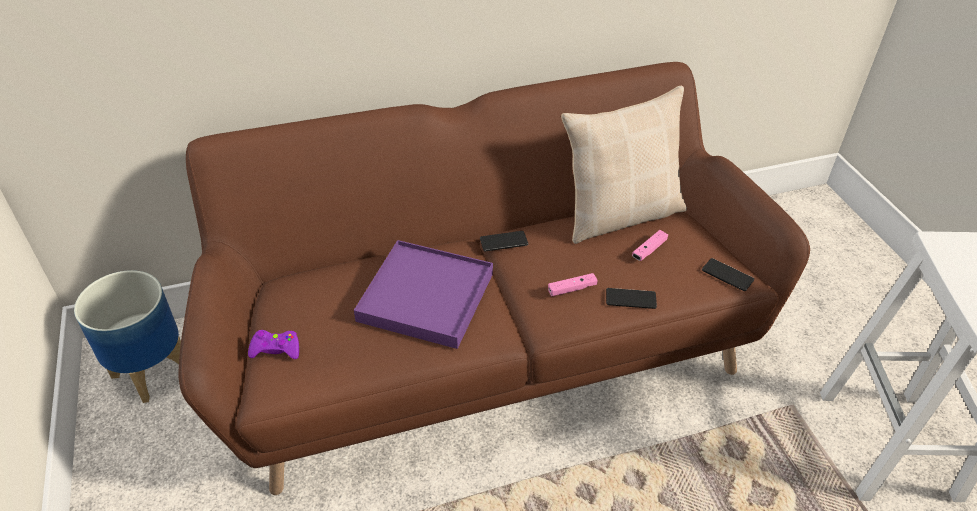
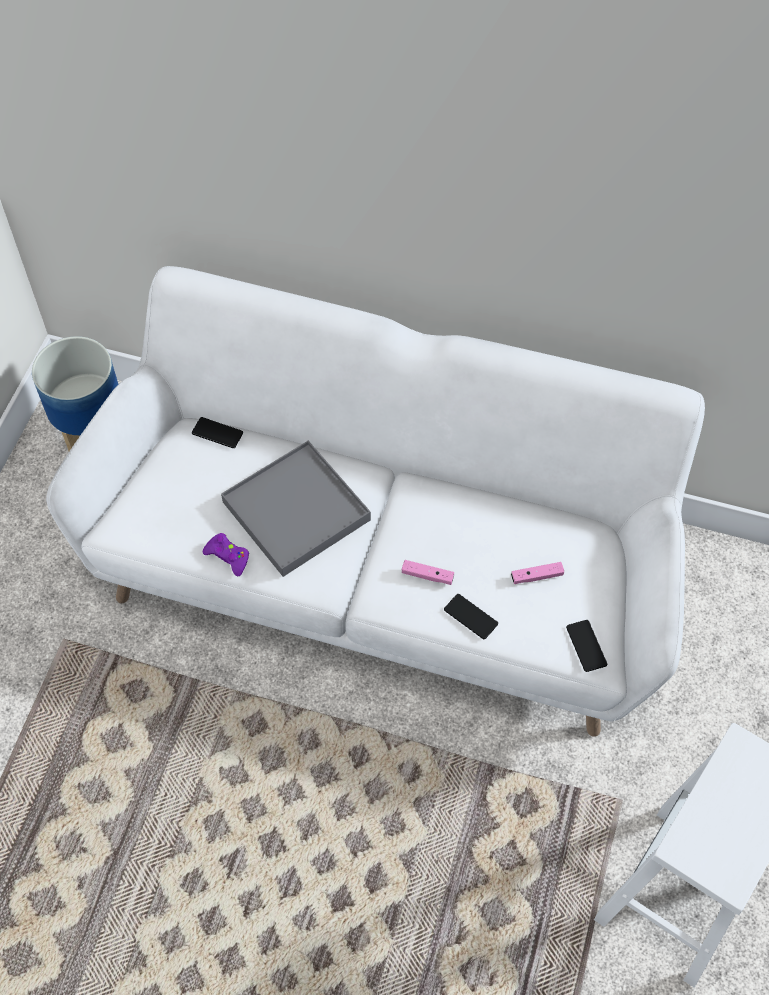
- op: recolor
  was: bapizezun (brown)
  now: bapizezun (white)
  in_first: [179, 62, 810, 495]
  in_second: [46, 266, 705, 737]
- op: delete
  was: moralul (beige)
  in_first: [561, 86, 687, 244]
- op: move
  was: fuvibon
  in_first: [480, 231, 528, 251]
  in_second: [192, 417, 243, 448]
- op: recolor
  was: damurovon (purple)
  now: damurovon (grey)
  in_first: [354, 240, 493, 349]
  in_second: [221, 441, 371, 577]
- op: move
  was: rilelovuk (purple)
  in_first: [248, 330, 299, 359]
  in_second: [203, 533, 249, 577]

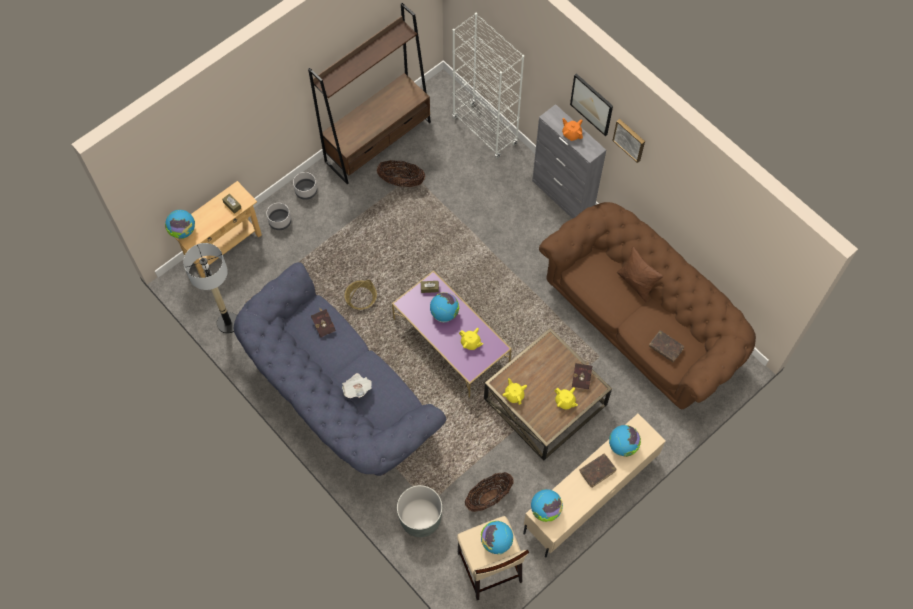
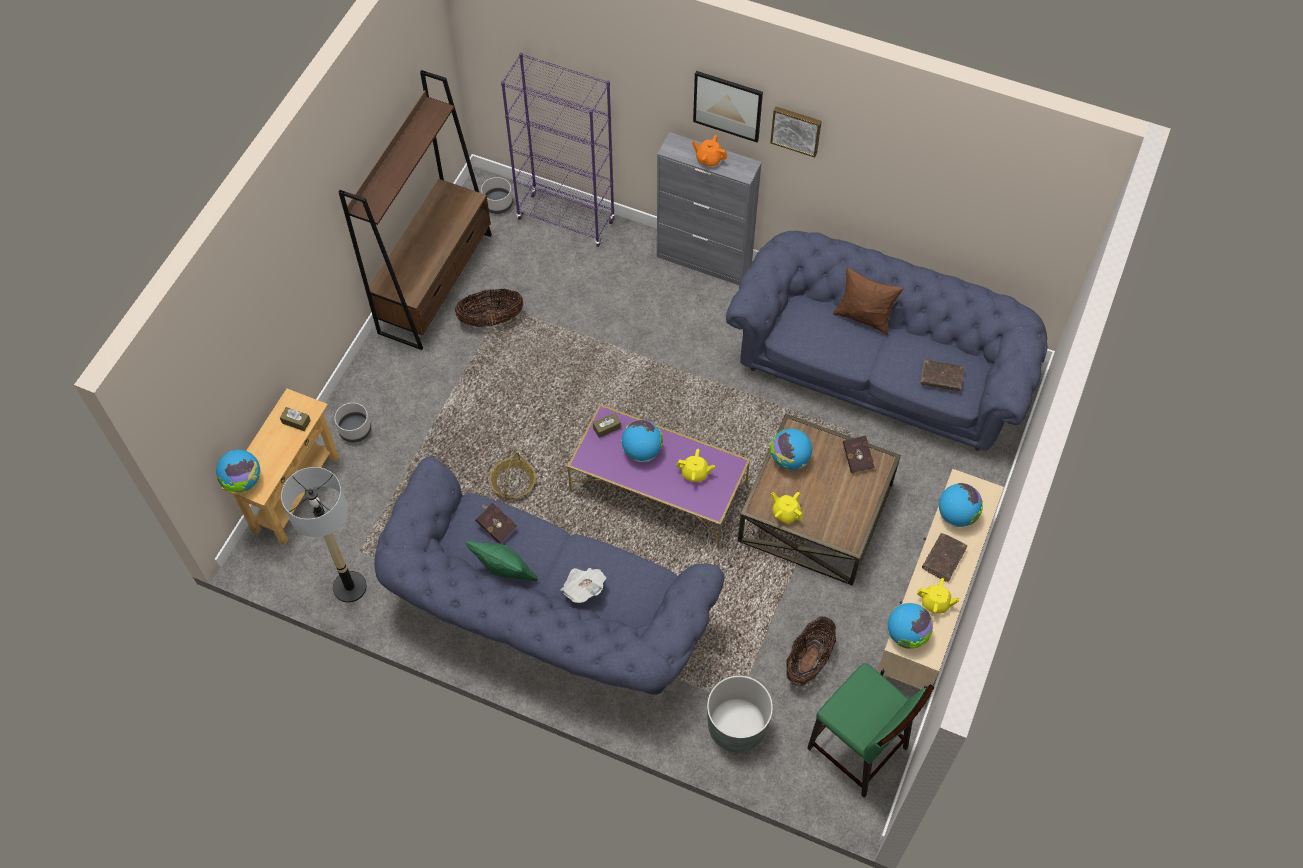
- op: recolor
  was: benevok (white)
  now: benevok (purple)
  in_first: [452, 13, 524, 159]
  in_second: [501, 53, 615, 247]
- op: move
  was: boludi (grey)
  in_first: [293, 172, 317, 200]
  in_second: [481, 177, 513, 214]
- op: recolor
  was: bapizezun (brown)
  now: bapizezun (blue)
  in_first: [539, 202, 756, 409]
  in_second: [726, 231, 1047, 451]
- op: move
  was: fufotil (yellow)
  in_first: [554, 387, 578, 410]
  in_second: [917, 578, 960, 614]
- op: recolor
  was: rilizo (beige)
  now: rilizo (green)
  in_first: [457, 516, 529, 600]
  in_second: [807, 663, 934, 798]
- op: move
  was: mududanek
  in_first: [481, 521, 513, 555]
  in_second: [770, 429, 812, 470]
- op: insert
  now: moralul (green)
  in_second: [465, 541, 538, 581]

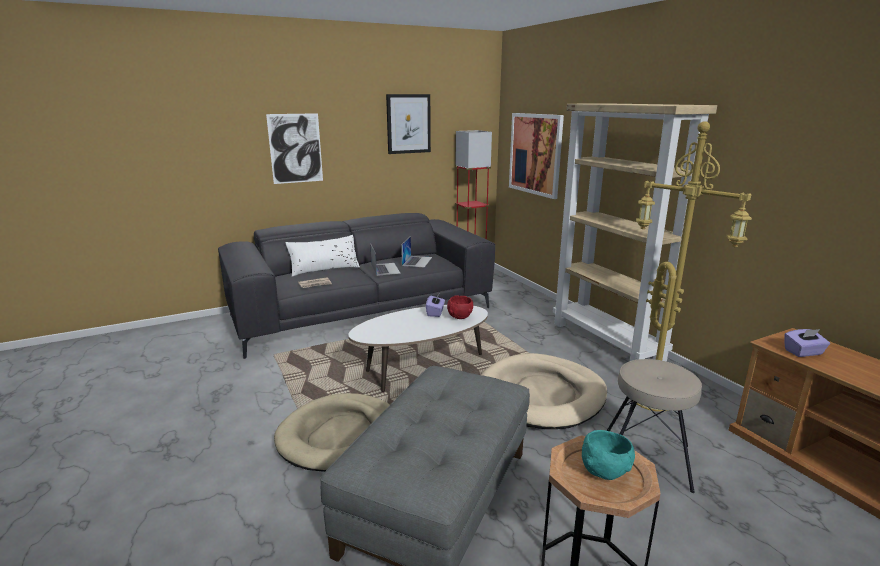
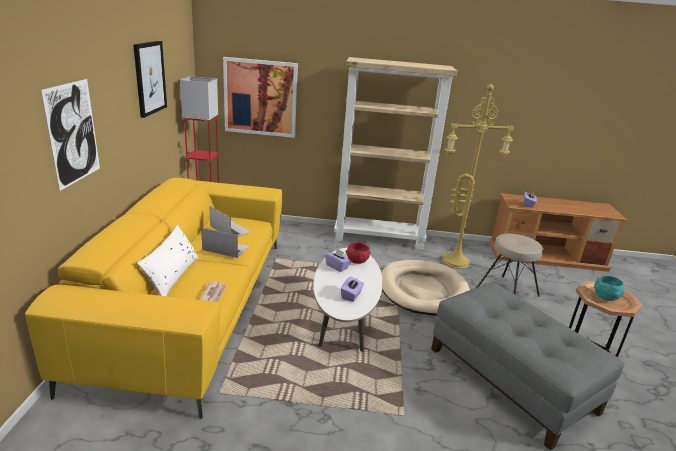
- op: recolor
  was: bapizezun (grey)
  now: bapizezun (yellow)
  in_first: [218, 213, 495, 359]
  in_second: [25, 178, 282, 419]
- op: delete
  was: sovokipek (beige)
  in_first: [274, 393, 390, 472]
- op: insert
  now: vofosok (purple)
  in_second: [341, 277, 364, 302]

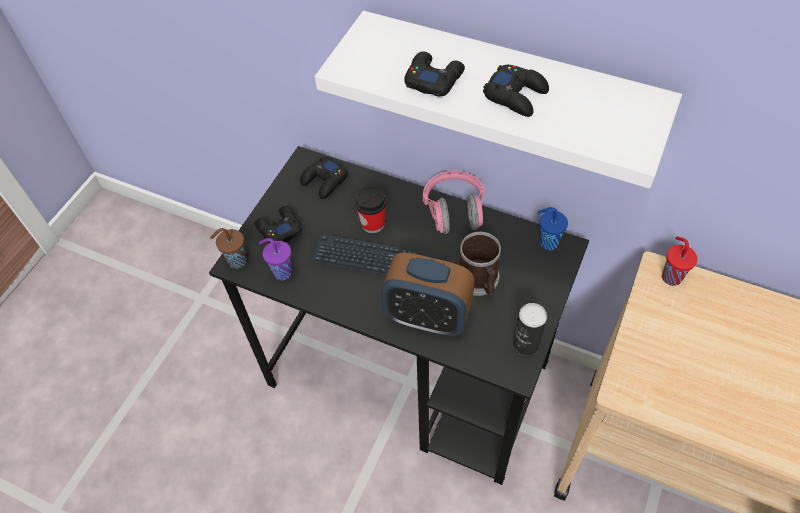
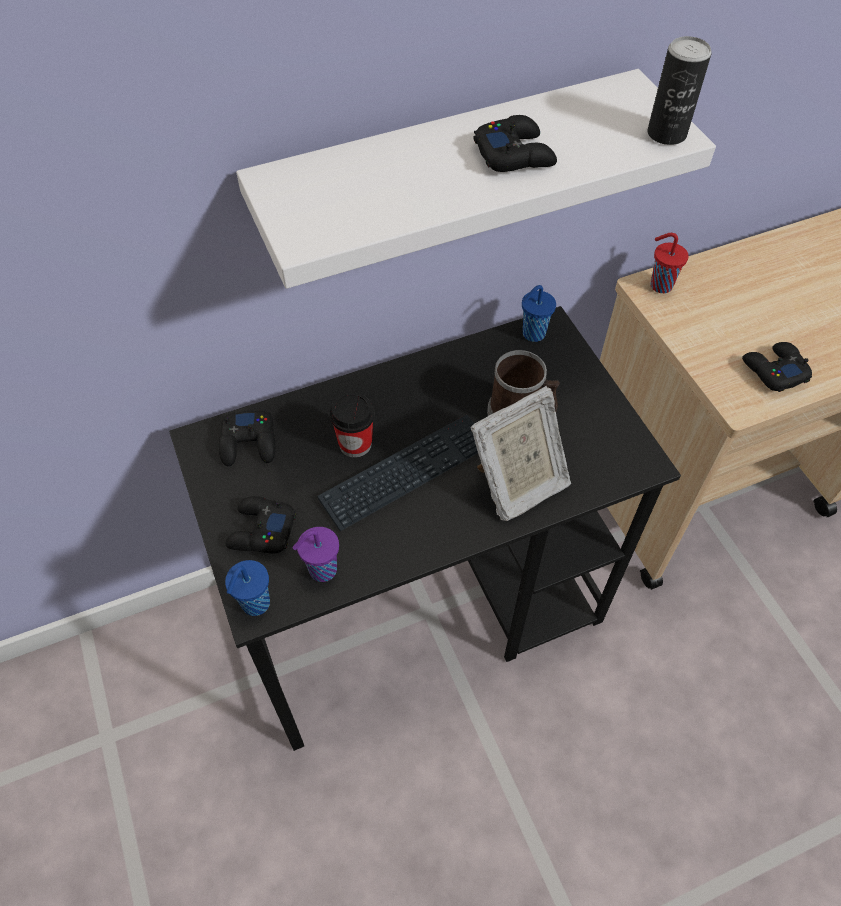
- op: move
  was: rilelovuk (black)
  in_first: [404, 52, 465, 97]
  in_second: [742, 342, 812, 392]
- op: delete
  was: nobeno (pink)
  in_first: [423, 171, 485, 234]
- op: recolor
  was: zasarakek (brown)
  now: zasarakek (blue)
  in_first: [210, 228, 247, 269]
  in_second: [225, 560, 270, 616]
- op: replace
  was: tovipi
  now: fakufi
  in_first: [381, 252, 475, 336]
  in_second: [471, 386, 571, 521]
- op: move
  was: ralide
  in_first: [513, 303, 547, 356]
  in_second: [648, 36, 712, 145]

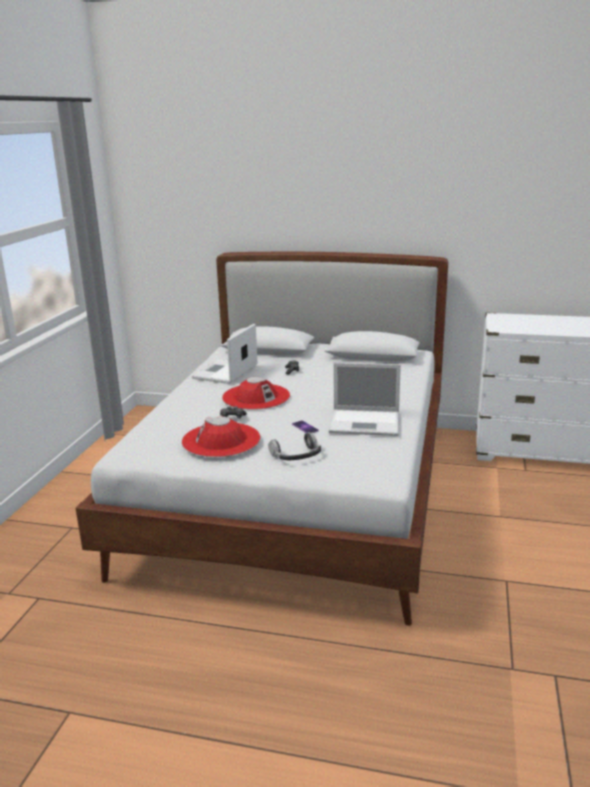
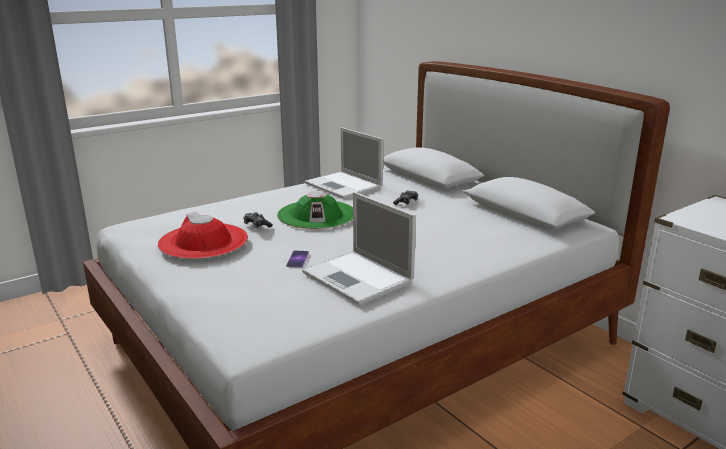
- op: rotate
  was: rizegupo
  in_first: [192, 324, 258, 384]
  in_second: [305, 127, 383, 199]
  clockwise: -105
- op: recolor
  was: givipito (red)
  now: givipito (green)
  in_first: [222, 377, 290, 410]
  in_second: [277, 191, 353, 229]
- op: delete
  was: nobeno
  in_first: [268, 432, 321, 460]

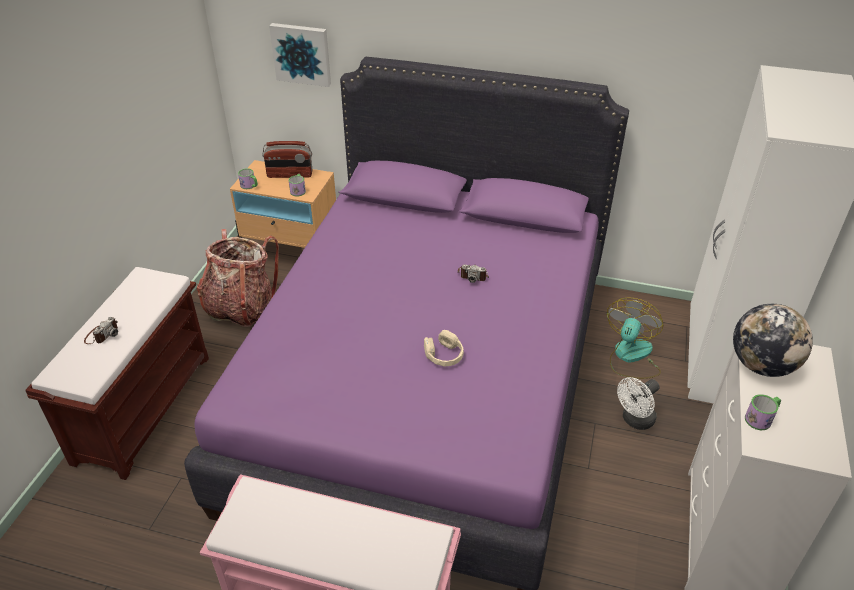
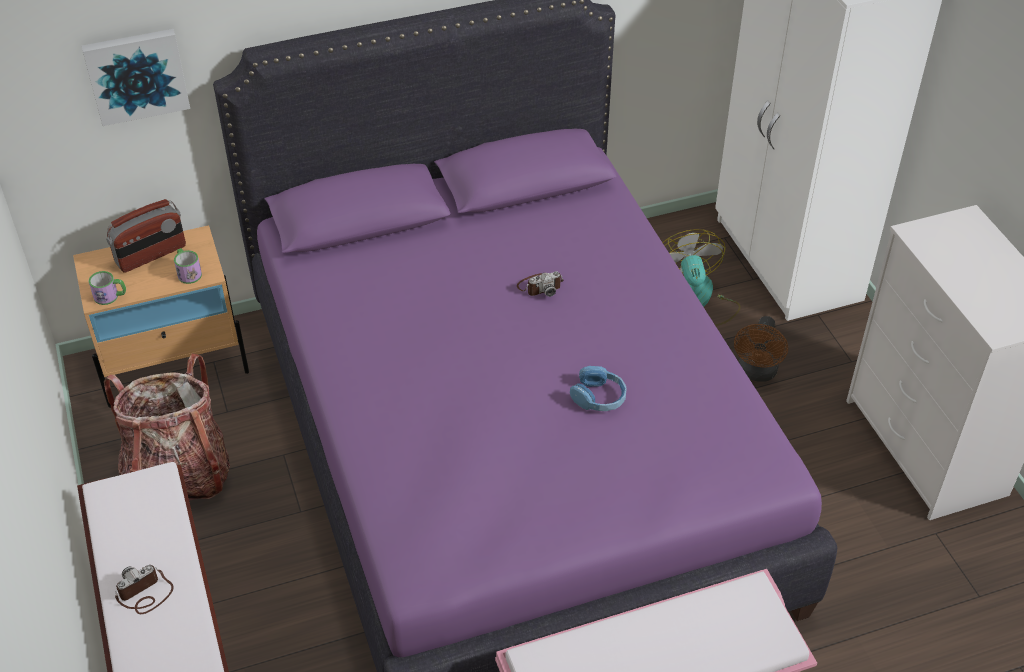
- op: delete
  was: mududanek
  in_first: [733, 304, 813, 377]
- op: rotate
  was: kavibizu
  in_first: [84, 317, 118, 344]
  in_second: [115, 565, 174, 614]
  clockwise: -120
- op: recolor
  was: nobeno (beige)
  now: nobeno (blue)
  in_first: [424, 330, 464, 366]
  in_second: [570, 366, 626, 411]
- op: recolor
  was: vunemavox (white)
  now: vunemavox (brown)
  in_first: [617, 377, 660, 430]
  in_second: [734, 316, 788, 382]
- op: delete
  was: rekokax
  in_first: [745, 394, 781, 430]

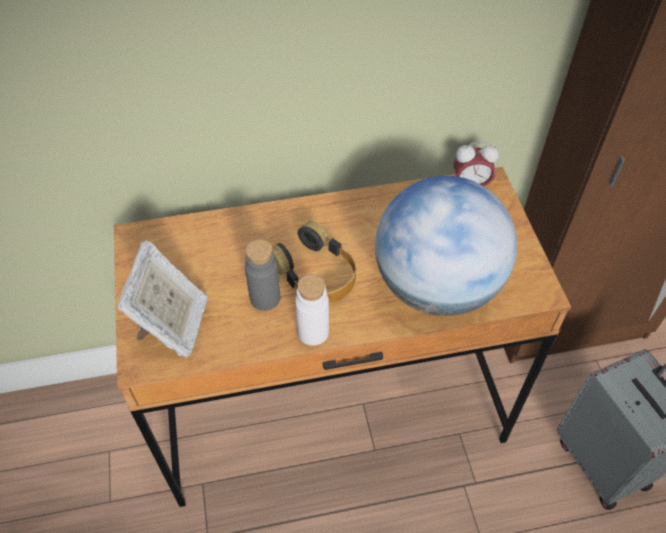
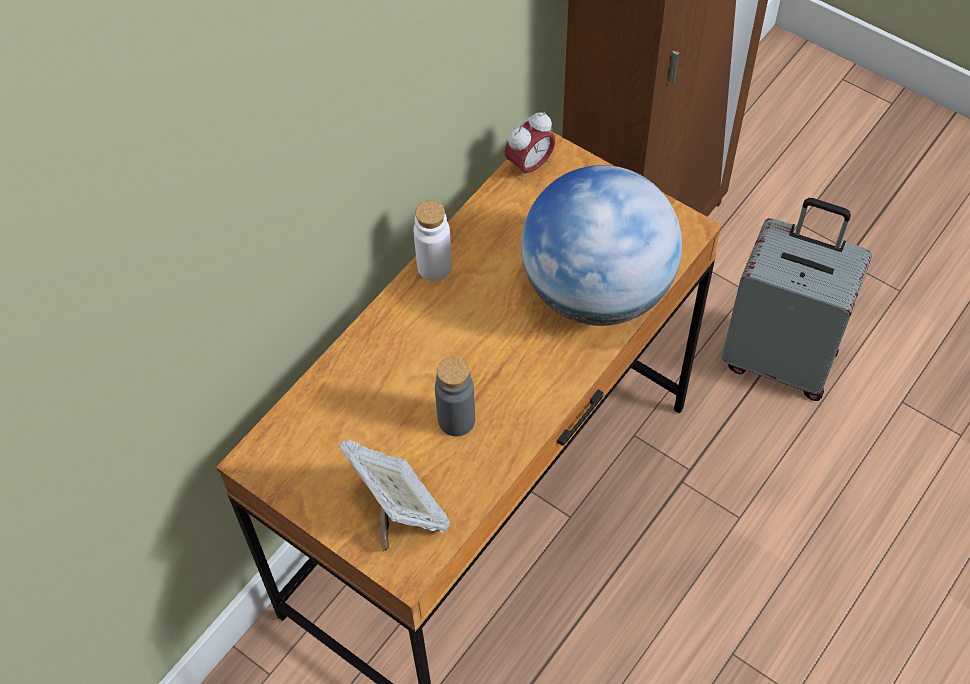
- op: delete
  was: nobeno
  in_first: [272, 221, 356, 303]
- op: move
  was: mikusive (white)
  in_first: [295, 274, 329, 346]
  in_second: [414, 200, 452, 281]

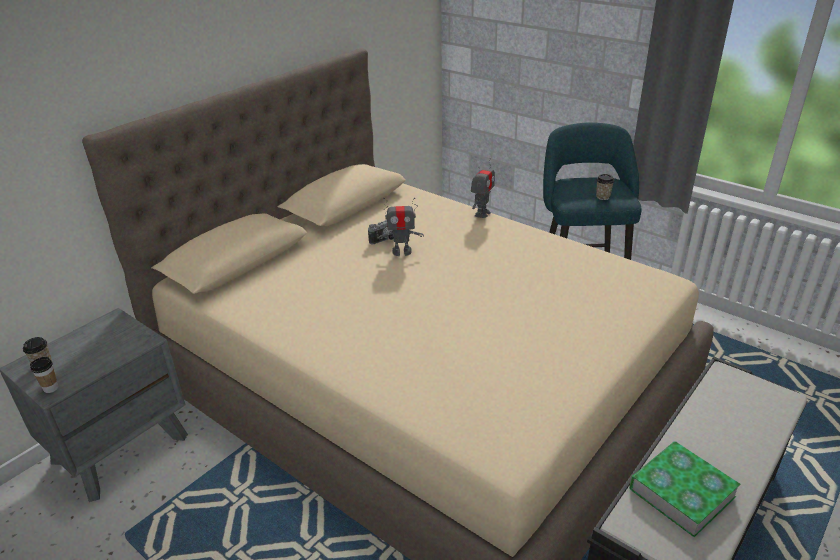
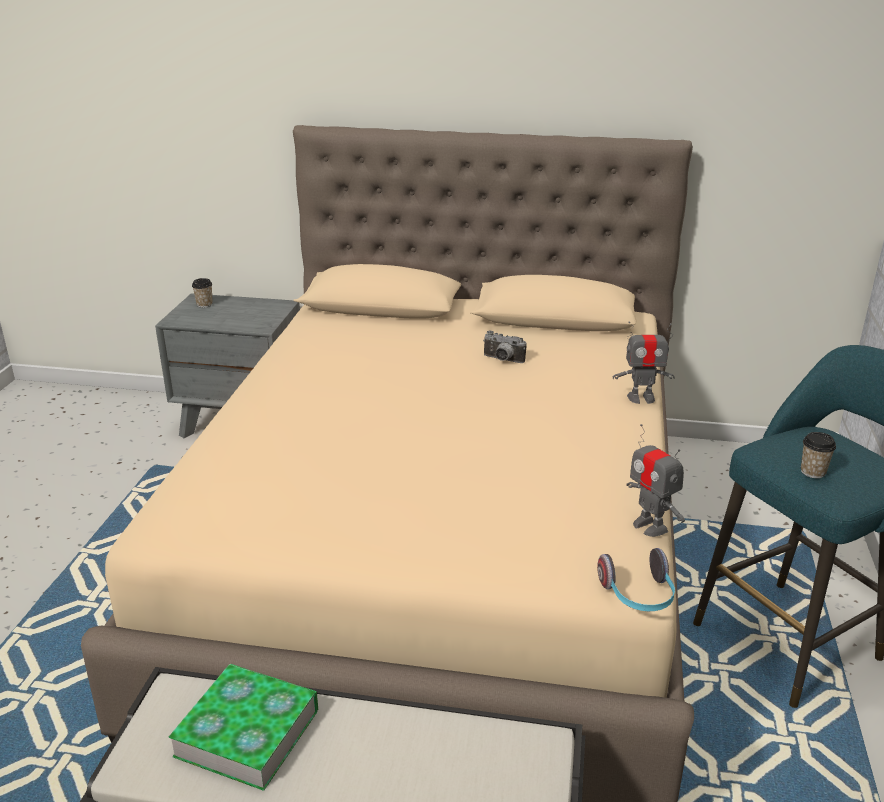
- op: move
  was: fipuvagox
  in_first: [379, 198, 424, 256]
  in_second: [626, 424, 685, 537]
- op: delete
  was: zasarakek
  in_first: [30, 357, 59, 393]
- op: insert
  now: nobeno
  in_second: [597, 548, 675, 611]

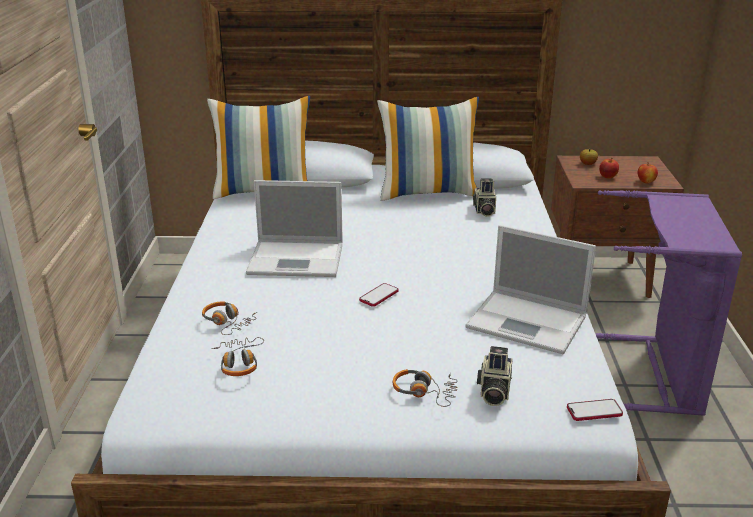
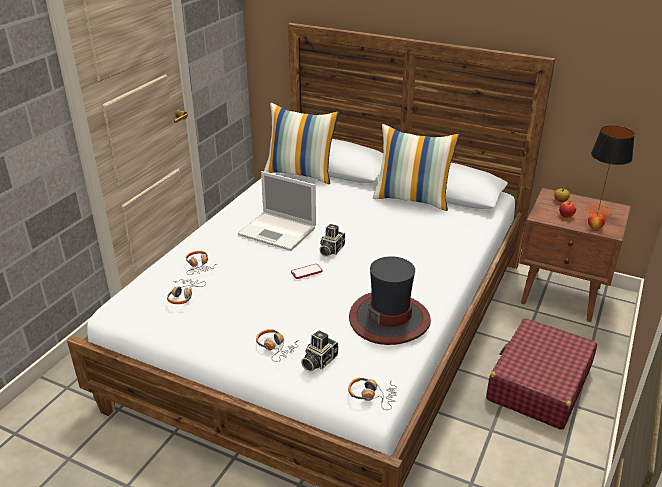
- op: move
  was: kavibizu
  in_first: [473, 178, 496, 217]
  in_second: [320, 224, 345, 257]
- op: replace
  was: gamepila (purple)
  now: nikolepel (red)
  in_first: [595, 190, 742, 416]
  in_second: [486, 318, 597, 430]
- op: replace
  was: rizegupo
  now: givipito
  in_first: [465, 225, 596, 355]
  in_second: [349, 256, 431, 345]
- op: replace
  was: fuvibon
  now: nobeno
  in_first: [567, 399, 623, 421]
  in_second: [348, 378, 397, 410]
- op: insert
  now: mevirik
  in_second: [585, 126, 635, 217]

